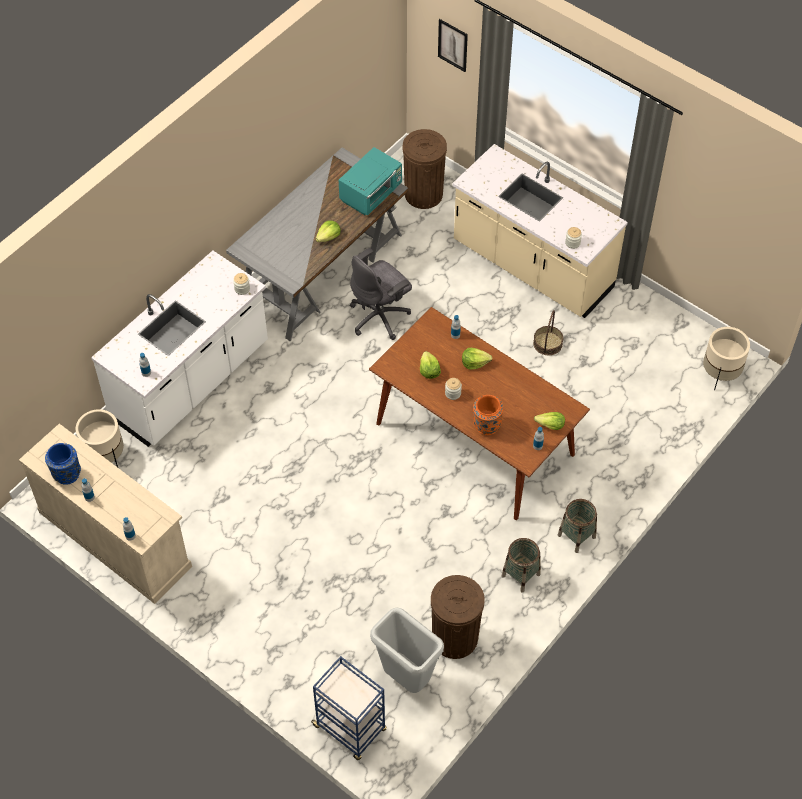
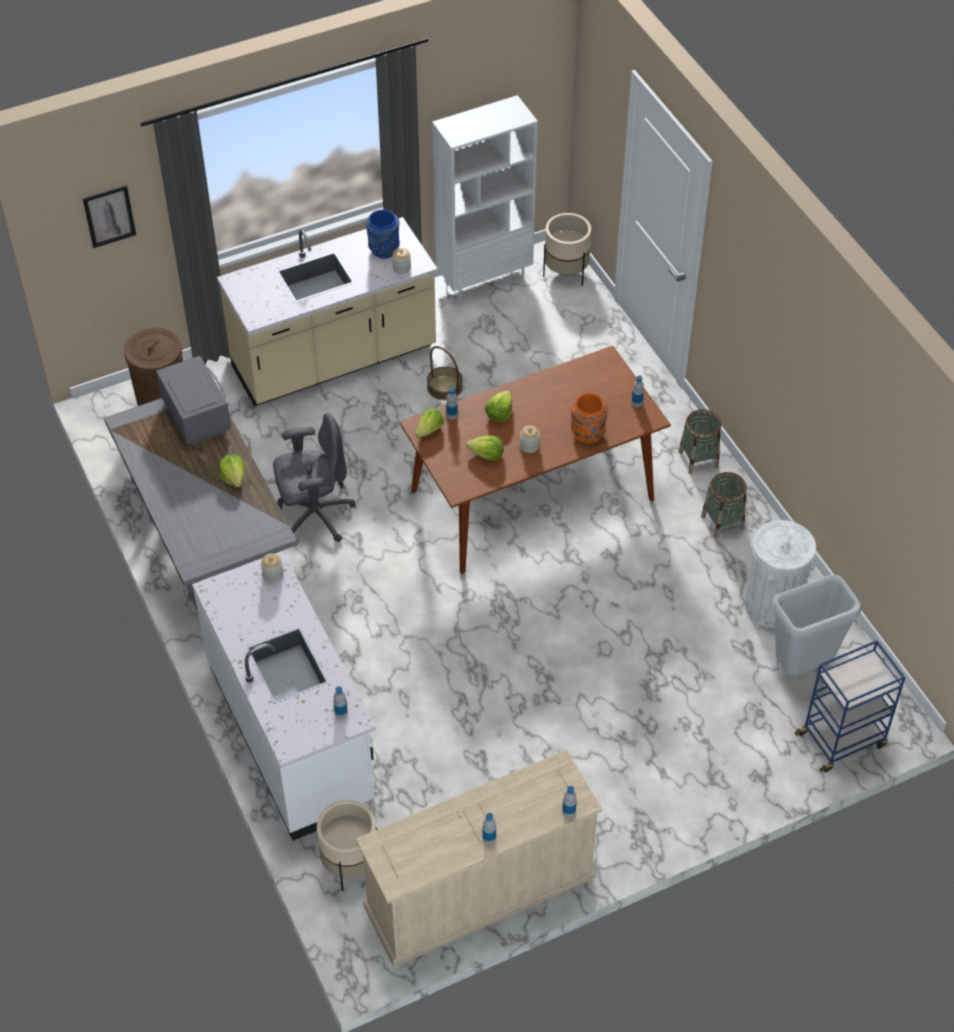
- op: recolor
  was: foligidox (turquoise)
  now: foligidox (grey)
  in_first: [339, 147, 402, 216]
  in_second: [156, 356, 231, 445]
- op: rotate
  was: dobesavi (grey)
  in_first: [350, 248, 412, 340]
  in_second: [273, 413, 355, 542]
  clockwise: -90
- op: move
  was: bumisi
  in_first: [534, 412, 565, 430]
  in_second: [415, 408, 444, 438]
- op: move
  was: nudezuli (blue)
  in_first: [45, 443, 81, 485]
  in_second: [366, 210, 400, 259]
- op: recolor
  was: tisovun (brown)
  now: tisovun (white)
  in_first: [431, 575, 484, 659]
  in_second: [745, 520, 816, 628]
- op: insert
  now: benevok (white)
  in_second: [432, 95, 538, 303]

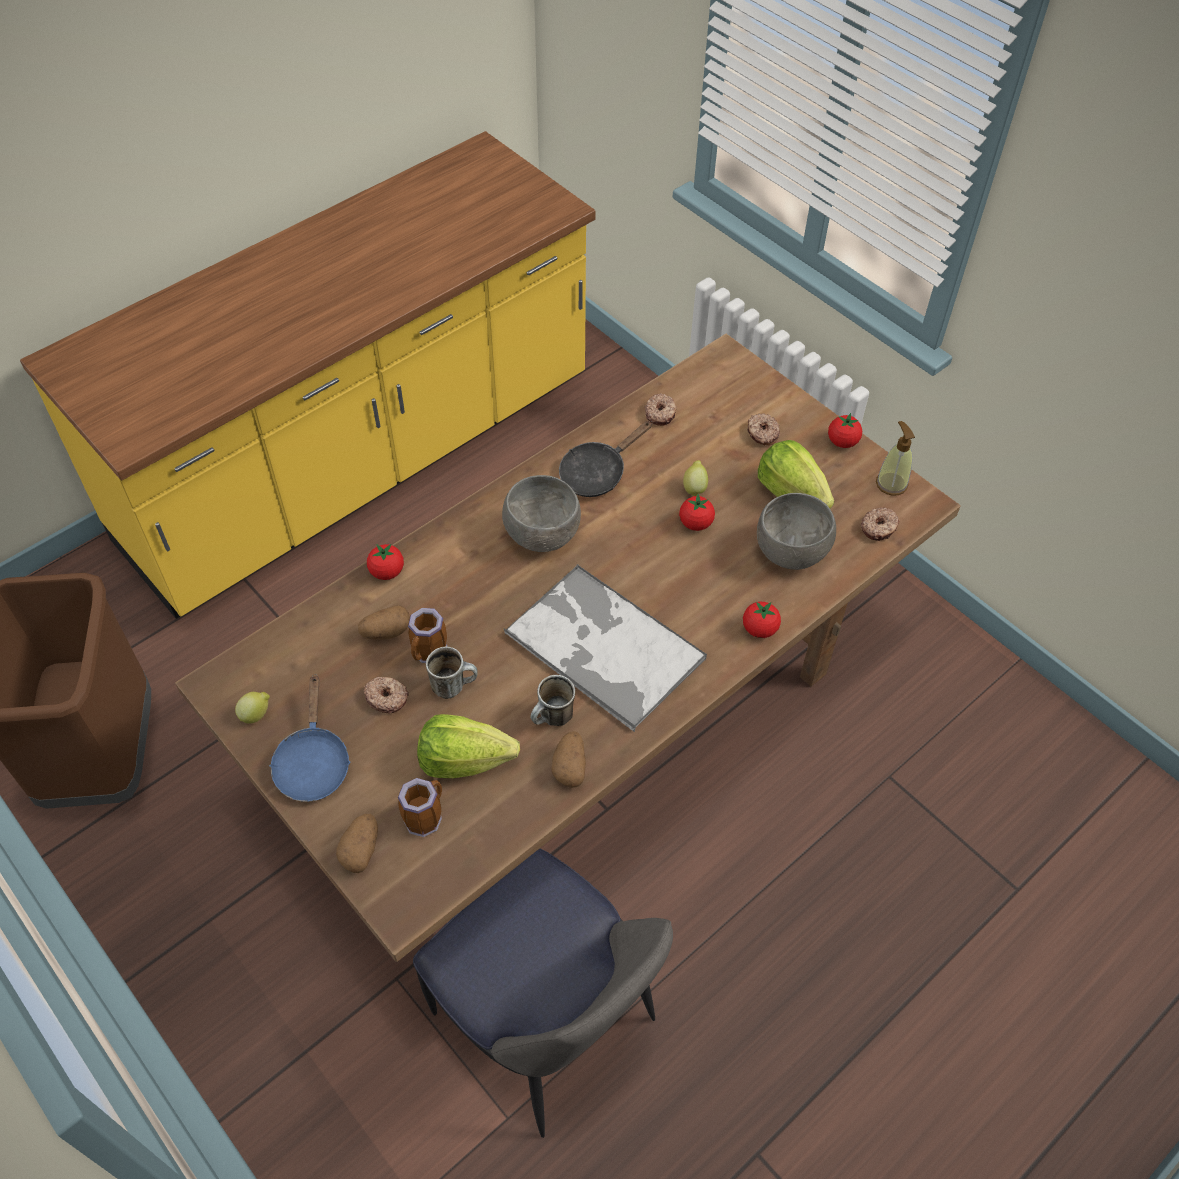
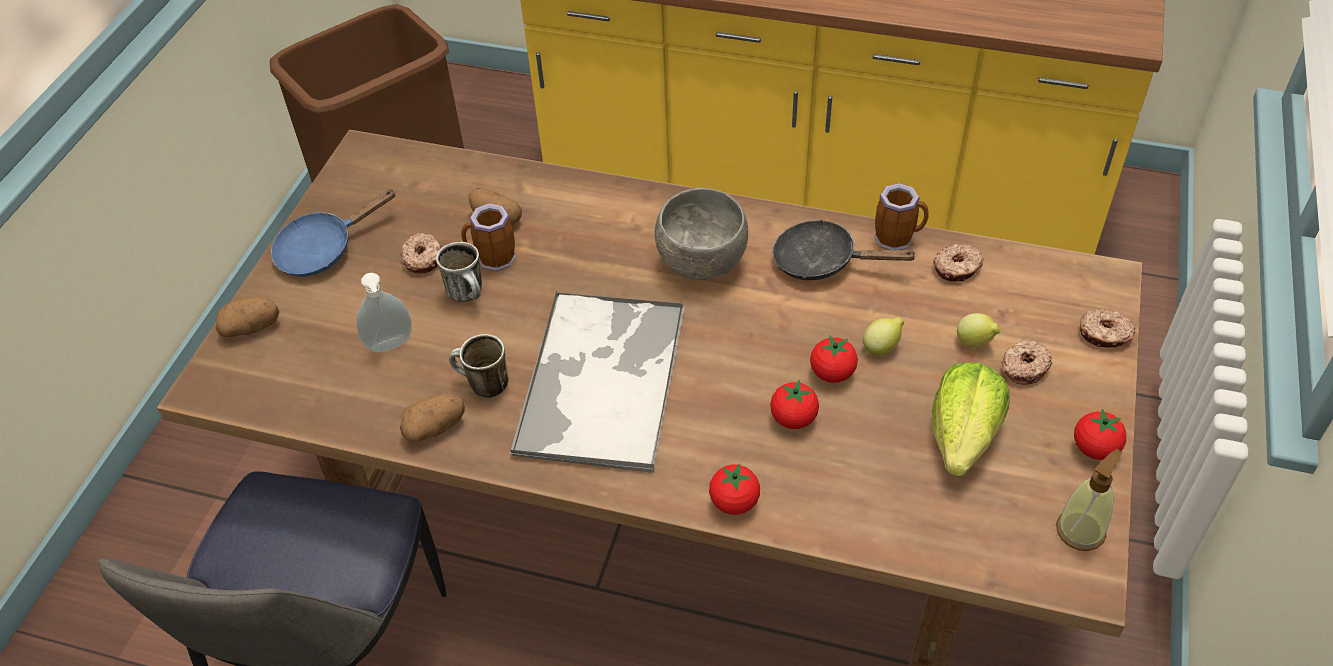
- op: delete
  was: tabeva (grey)
  in_first: [757, 493, 836, 570]
- op: move
  was: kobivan
  in_first: [861, 507, 900, 541]
  in_second: [1080, 309, 1136, 348]
- op: move
  was: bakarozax
  in_first: [367, 544, 404, 580]
  in_second: [770, 380, 819, 429]
- op: move
  was: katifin
  in_first: [235, 692, 270, 724]
  in_second: [957, 313, 1000, 347]
- op: replace
  was: bumisi
  now: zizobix
  in_first: [417, 714, 520, 778]
  in_second: [356, 273, 412, 352]
- op: move
  was: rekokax
  in_first: [398, 778, 442, 837]
  in_second: [874, 183, 929, 250]

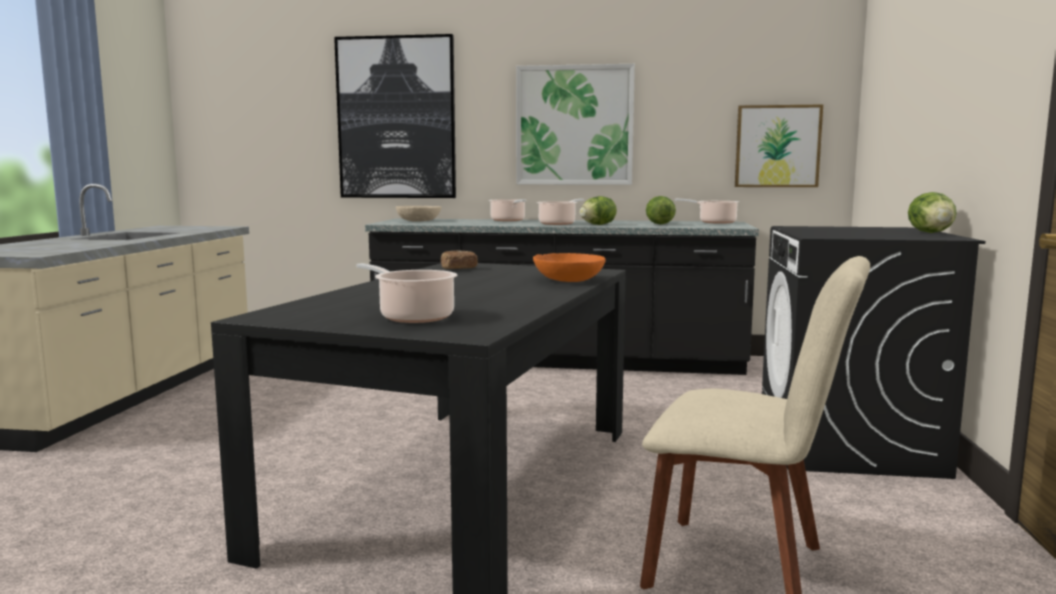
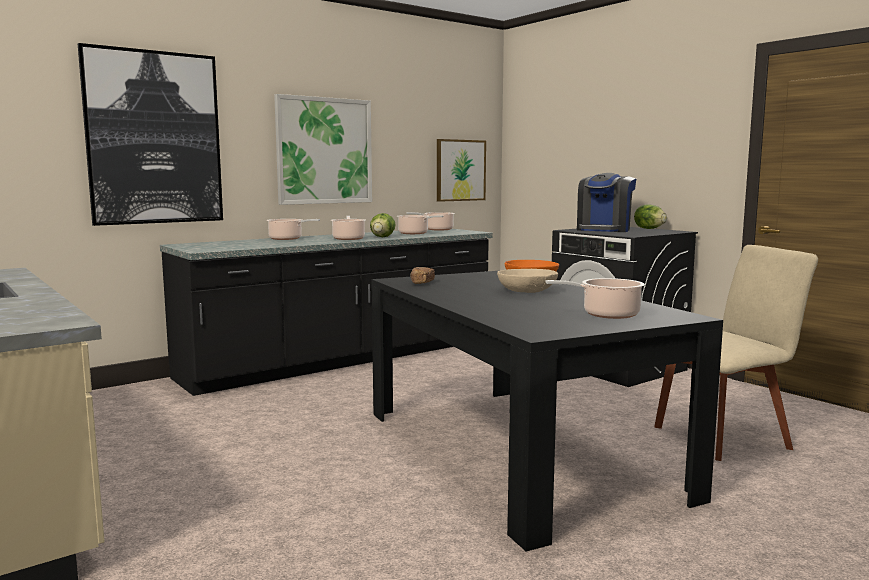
- op: replace
  was: bumisi
  now: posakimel
  in_first: [646, 196, 676, 224]
  in_second: [397, 215, 443, 234]
- op: move
  was: tabeva (beige)
  in_first: [396, 206, 442, 222]
  in_second: [497, 269, 558, 293]
- op: insert
  now: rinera
  in_second: [577, 173, 636, 232]

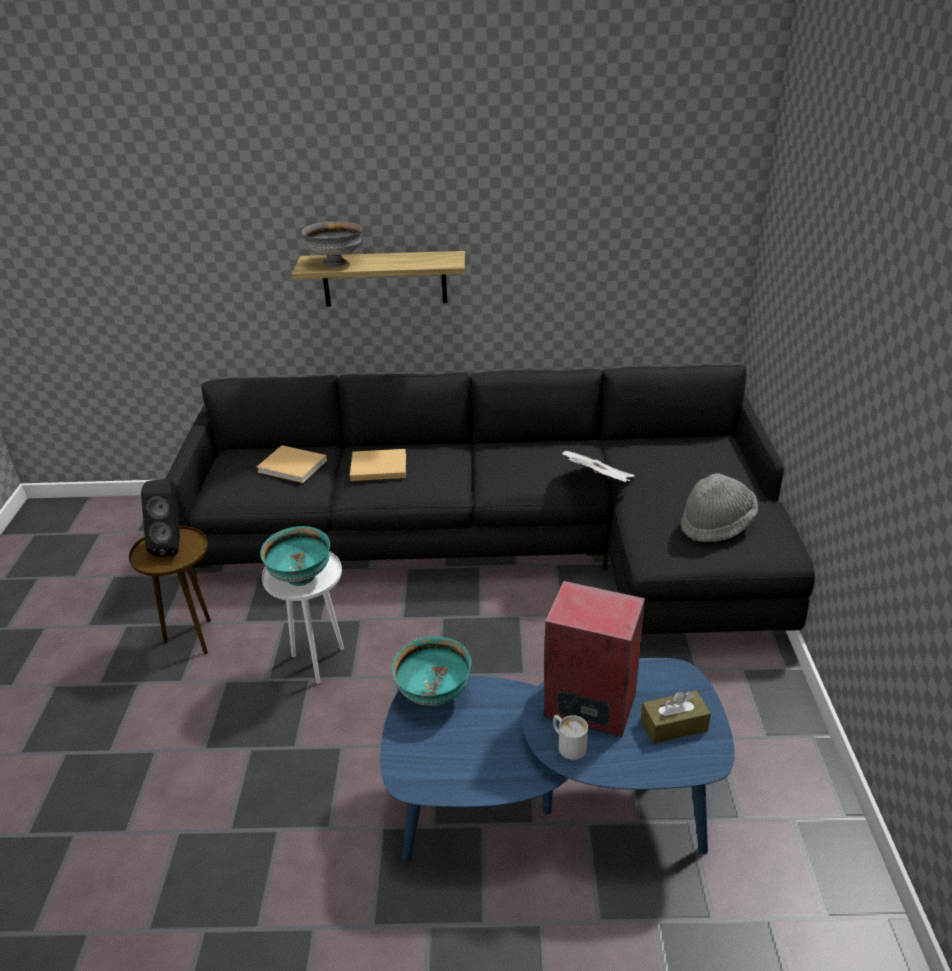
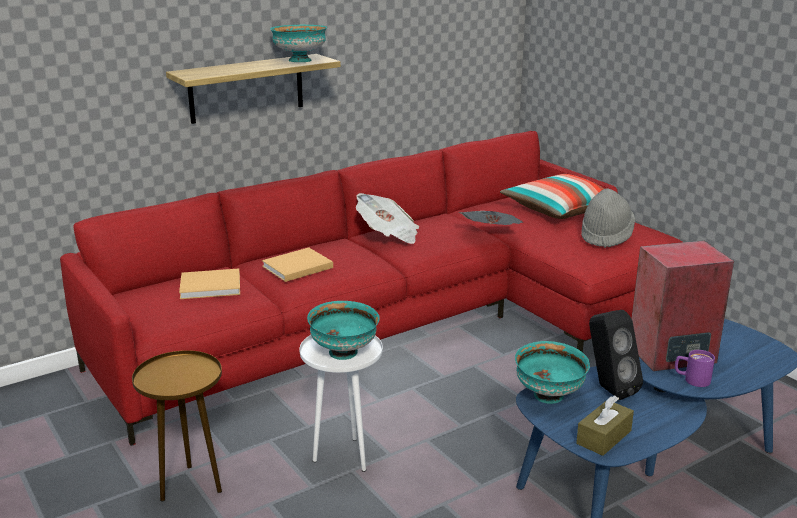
- op: delete
  was: tabeva (grey)
  in_first: [301, 221, 363, 266]
- op: recolor
  was: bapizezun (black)
  now: bapizezun (red)
  in_first: [166, 365, 815, 634]
  in_second: [60, 131, 682, 446]
- op: move
  was: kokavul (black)
  in_first: [141, 479, 180, 556]
  in_second: [589, 310, 643, 400]
- op: move
  was: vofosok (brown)
  in_first: [641, 691, 711, 744]
  in_second: [576, 395, 634, 456]
- op: recolor
  was: rekokax (white)
  now: rekokax (purple)
  in_first: [553, 715, 588, 760]
  in_second: [675, 350, 715, 387]
- op: insert
  now: tabeva (turquoise)
  in_second: [270, 25, 327, 62]
- op: insert
  now: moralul
  in_second: [500, 174, 604, 219]
- op: insert
  now: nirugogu
  in_second: [356, 193, 419, 244]

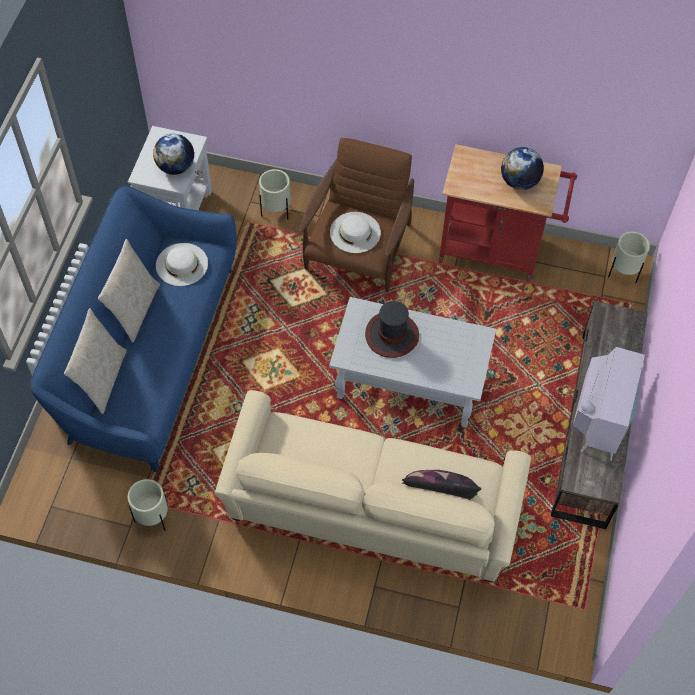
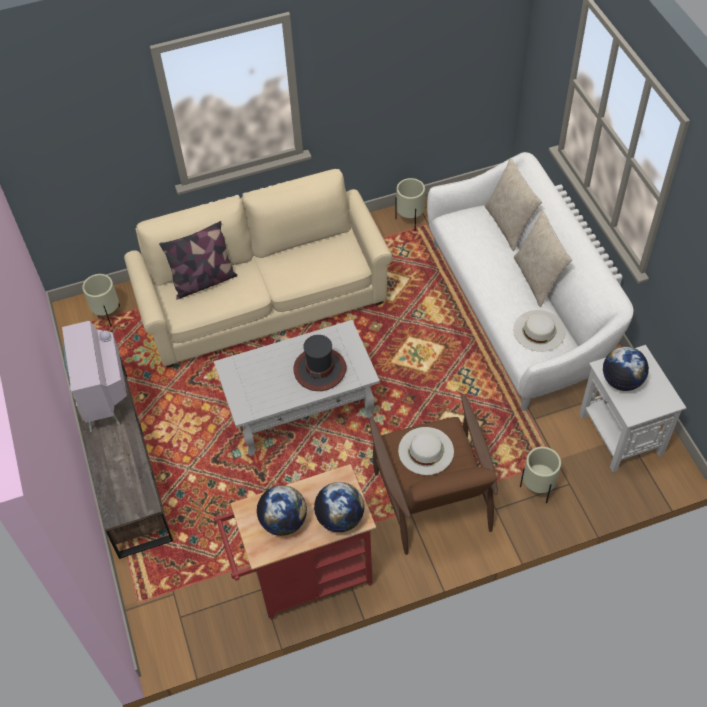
- op: recolor
  was: bapizezun (blue)
  now: bapizezun (white)
  in_first: [30, 186, 237, 472]
  in_second: [427, 152, 633, 411]
- op: move
  was: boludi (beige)
  in_first: [608, 232, 650, 283]
  in_second: [82, 274, 120, 327]
- op: insert
  now: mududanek
  in_second: [314, 482, 364, 532]

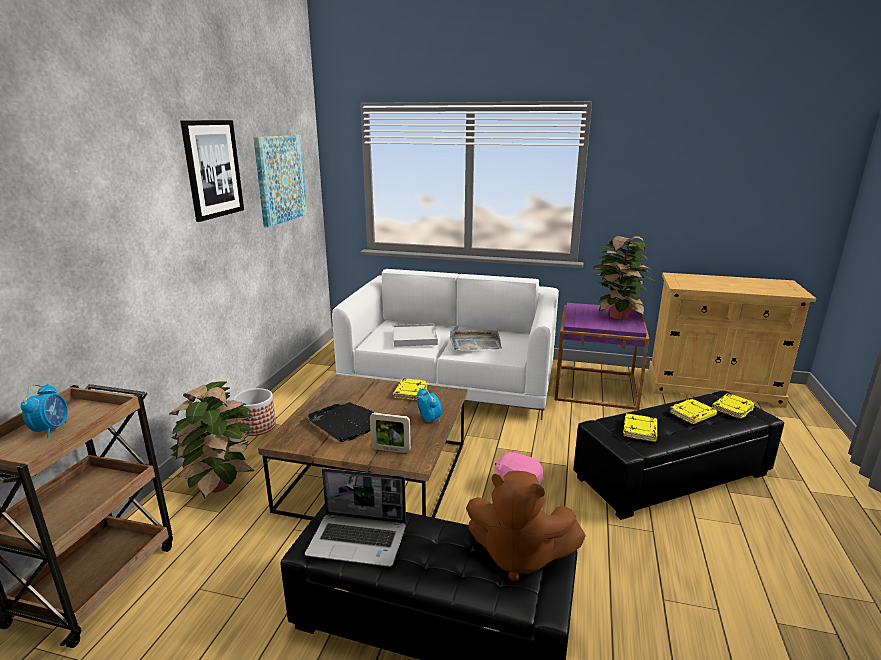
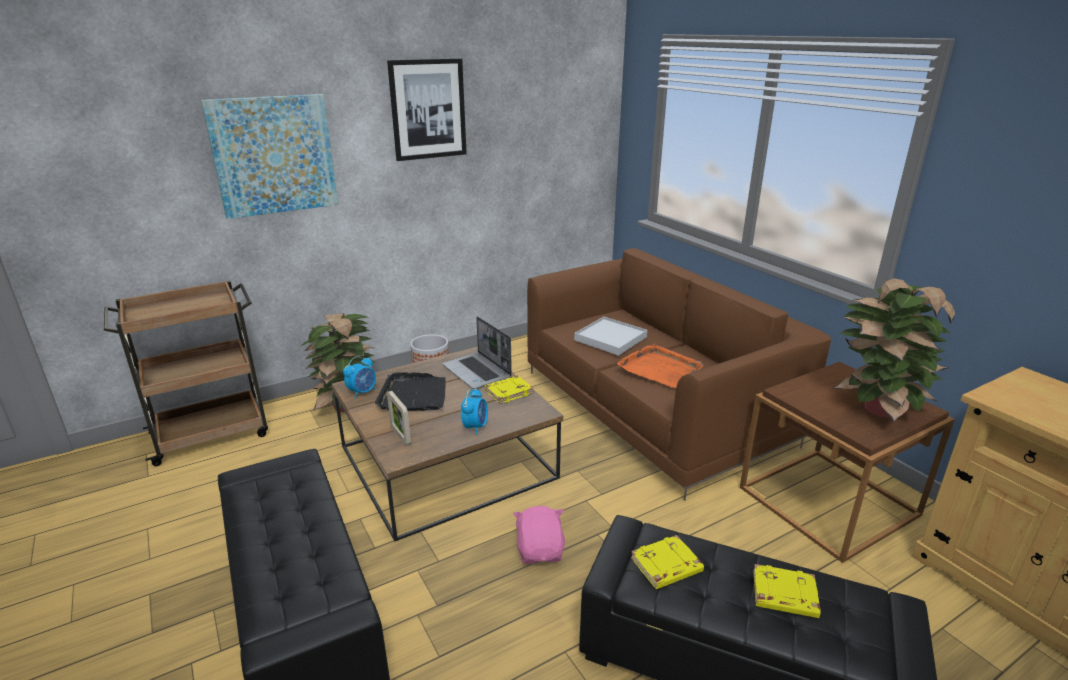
- op: move
  was: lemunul
  in_first: [253, 135, 308, 227]
  in_second: [201, 94, 338, 219]
- op: recolor
  was: bapizezun (white)
  now: bapizezun (brown)
  in_first: [332, 269, 559, 420]
  in_second: [527, 248, 831, 501]
- op: recolor
  was: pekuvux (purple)
  now: pekuvux (brown)
  in_first: [555, 303, 649, 410]
  in_second: [740, 362, 955, 563]
- op: recolor
  was: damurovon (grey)
  now: damurovon (orange)
  in_first: [450, 329, 502, 350]
  in_second: [617, 344, 704, 388]
- op: move
  was: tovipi
  in_first: [21, 384, 68, 438]
  in_second: [343, 356, 376, 399]
- op: delete
  was: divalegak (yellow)
  in_first: [712, 393, 756, 419]
- op: move
  was: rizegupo
  in_first: [305, 468, 406, 567]
  in_second: [442, 316, 512, 389]
- op: delete
  was: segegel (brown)
  in_first: [466, 471, 586, 581]

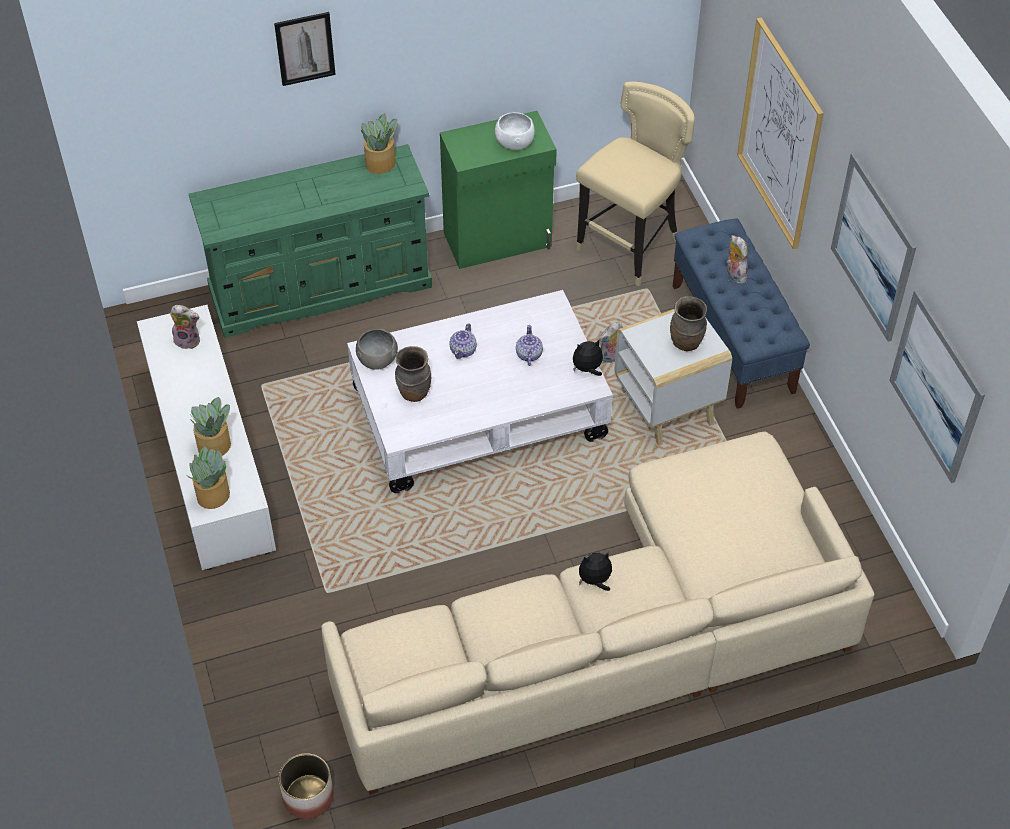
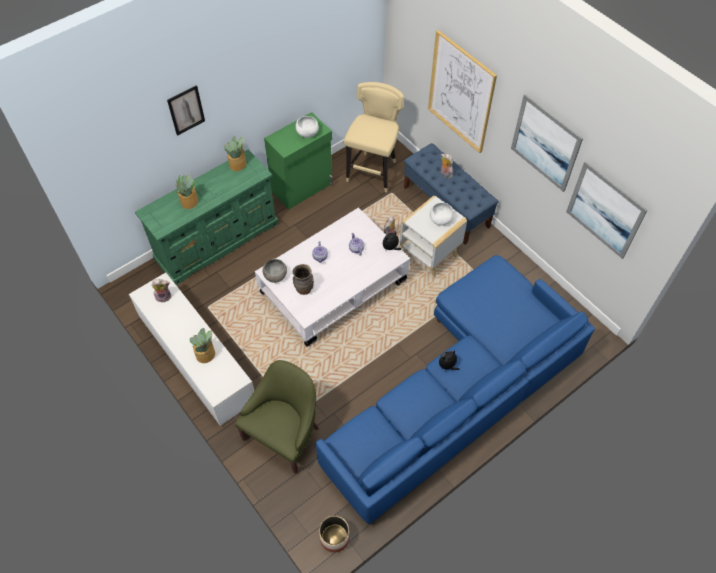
- op: replace
  was: nudezuli (brown)
  now: tabeva (white)
  in_first: [670, 296, 707, 351]
  in_second: [430, 202, 454, 225]
- op: recolor
  was: bapizezun (beige)
  now: bapizezun (blue)
  in_first: [321, 431, 874, 795]
  in_second: [315, 255, 595, 524]
- op: move
  was: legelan
  in_first: [186, 446, 230, 509]
  in_second: [176, 174, 198, 209]
- op: insert
  now: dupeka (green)
  in_second: [235, 360, 319, 474]

